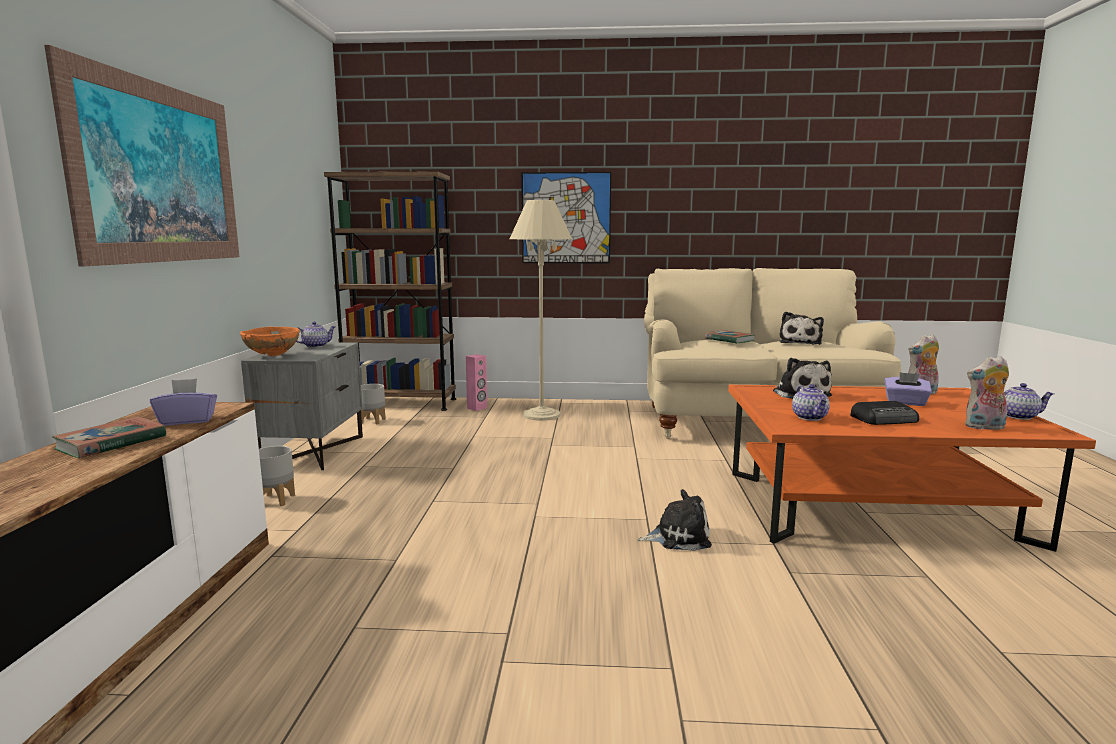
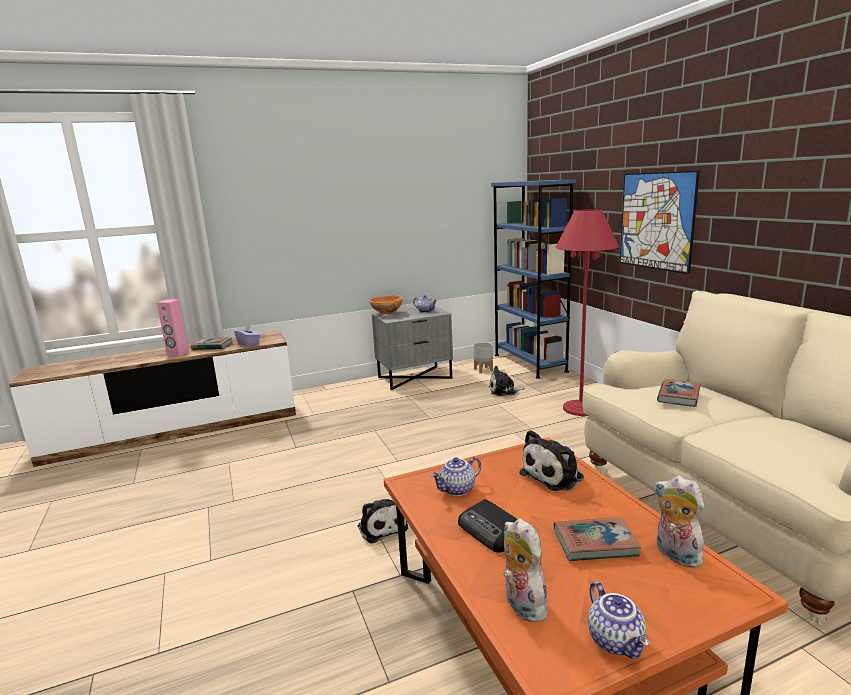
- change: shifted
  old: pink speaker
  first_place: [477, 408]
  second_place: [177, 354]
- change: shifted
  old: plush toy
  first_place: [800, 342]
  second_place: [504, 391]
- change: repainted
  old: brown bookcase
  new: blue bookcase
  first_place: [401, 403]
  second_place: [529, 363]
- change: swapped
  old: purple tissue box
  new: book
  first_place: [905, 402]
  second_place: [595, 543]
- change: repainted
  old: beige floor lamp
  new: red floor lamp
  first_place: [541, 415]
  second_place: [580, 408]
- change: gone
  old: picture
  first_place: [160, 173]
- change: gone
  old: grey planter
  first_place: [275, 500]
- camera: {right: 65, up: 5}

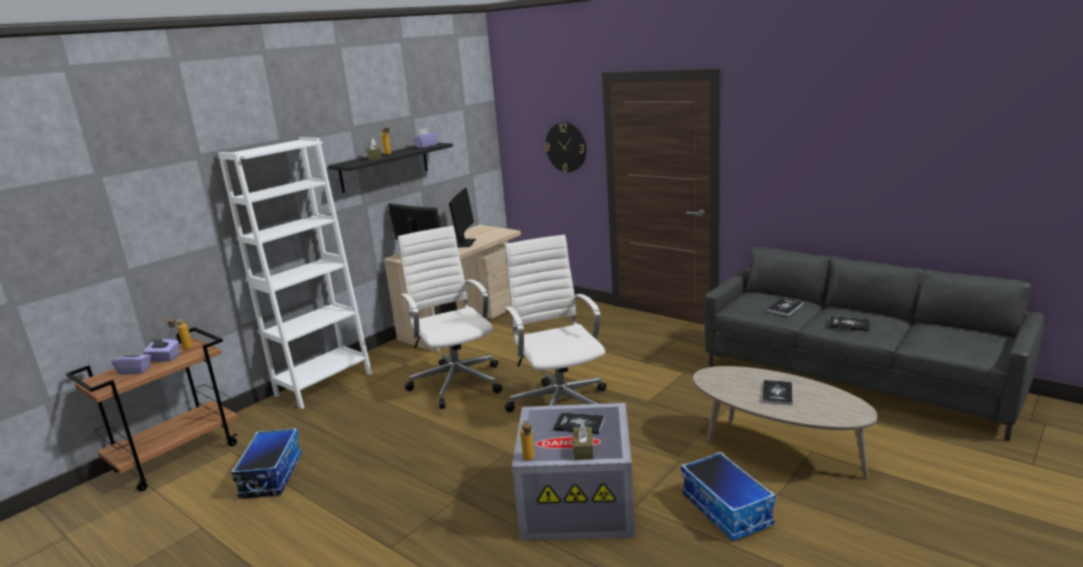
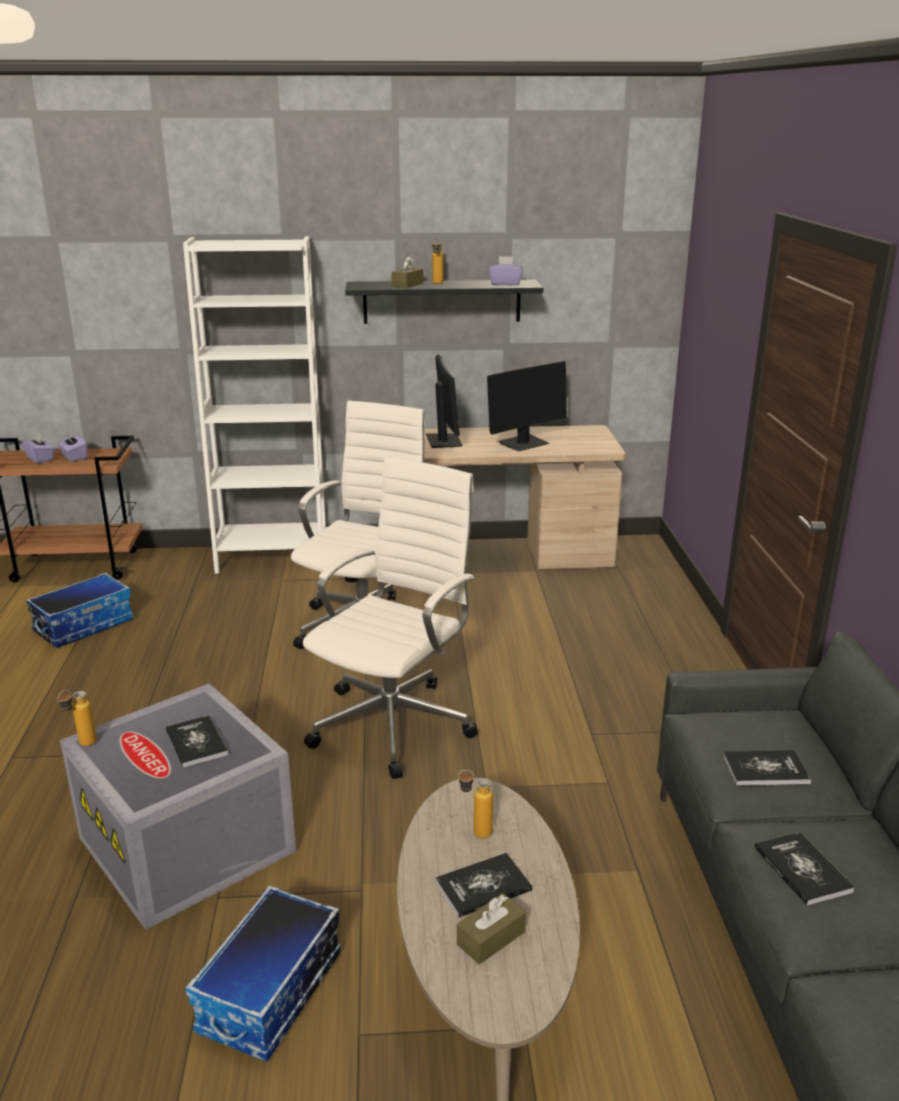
- change: shifted
  old: brown tissue box
  first_place: [583, 449]
  second_place: [491, 938]
- change: shifted
  old: bottle
  first_place: [184, 349]
  second_place: [474, 832]
- change: gone
  old: wall clock
  first_place: [566, 147]
- camera: {right: 45, up: 5}

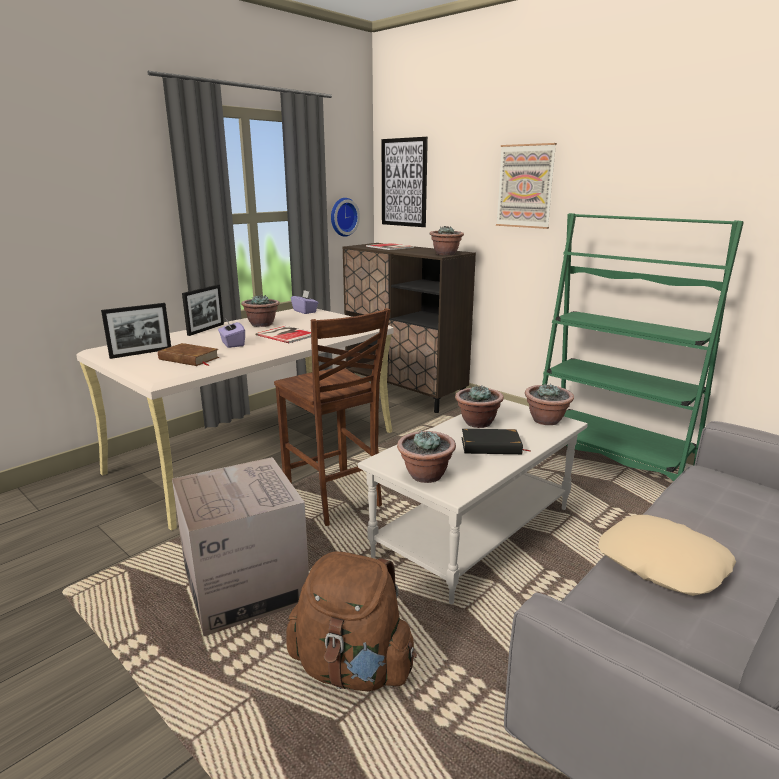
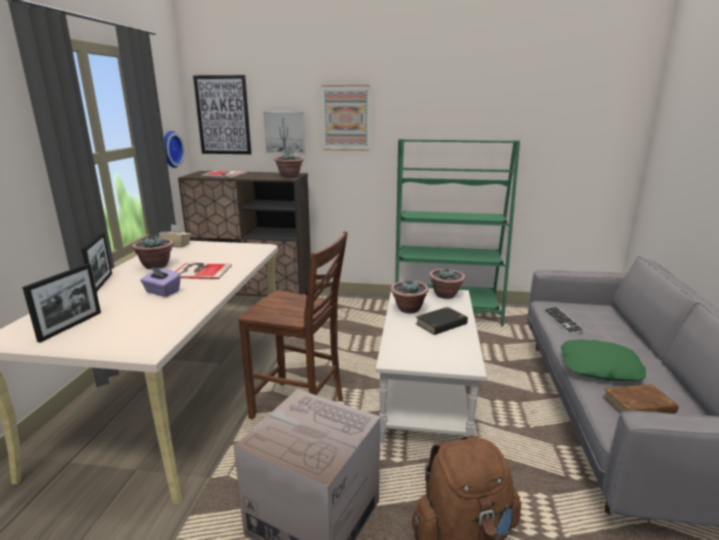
- change: repainted
  old: purple tissue box
  new: beige tissue box
  first_place: [305, 311]
  second_place: [176, 245]
- change: new
  new: picture
  second_place: [285, 132]
- change: new
  new: keyboard
  second_place: [562, 321]
- change: repainted
  old: beige pillow
  new: green pillow
  first_place: [662, 564]
  second_place: [599, 368]
- change: shifted
  old: brown book
  first_place: [189, 359]
  second_place: [638, 405]
- change: gone
  old: potted plant
  first_place: [425, 475]
- camera: {right: -35, up: 0}

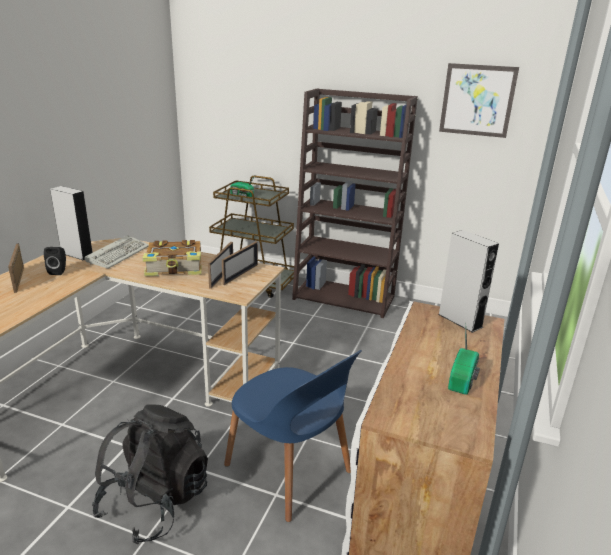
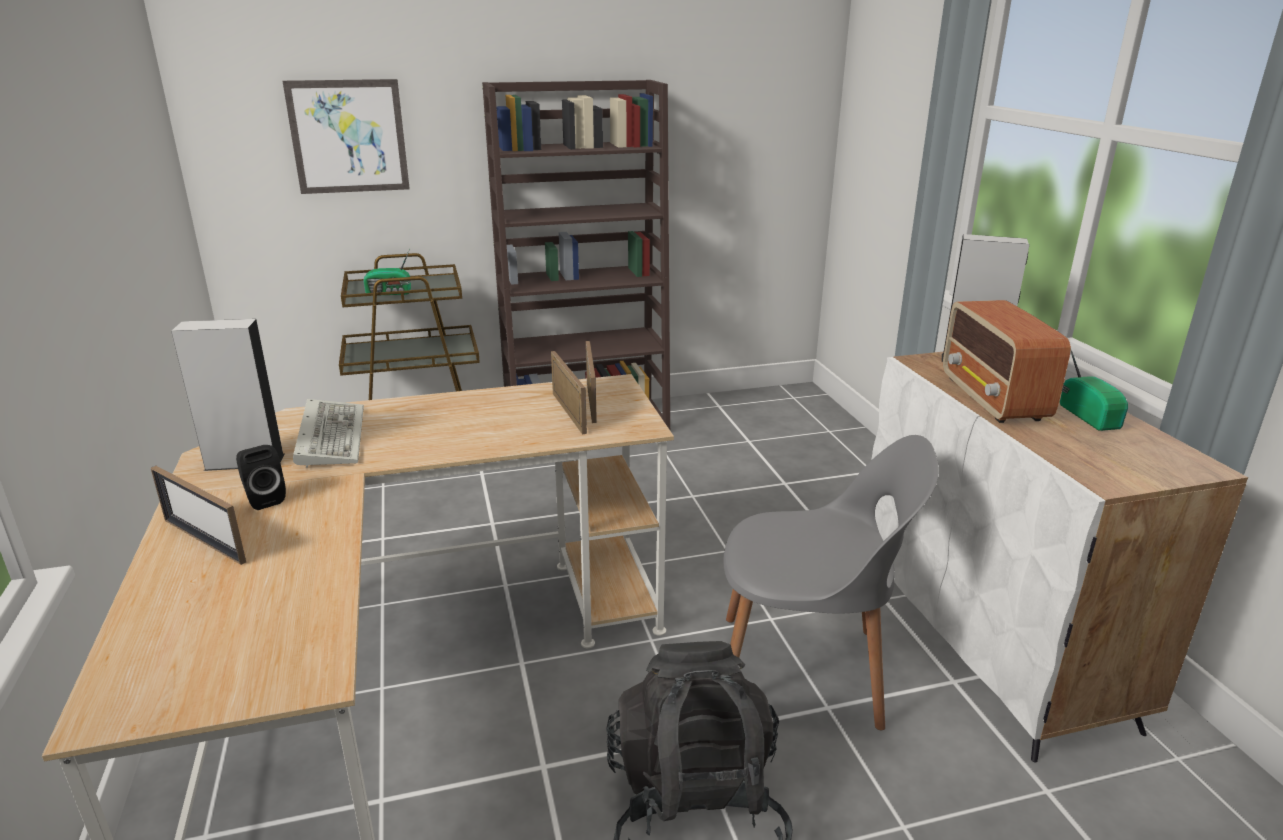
- change: shifted
  old: picture
  first_place: [477, 100]
  second_place: [348, 137]
- change: repainted
  old: blue chair
  new: grey chair
  first_place: [290, 471]
  second_place: [806, 670]
- change: new
  new: radio
  second_place: [993, 399]
- change: gone
  old: book
  first_place: [175, 267]
- camera: {right: -35, up: 0}

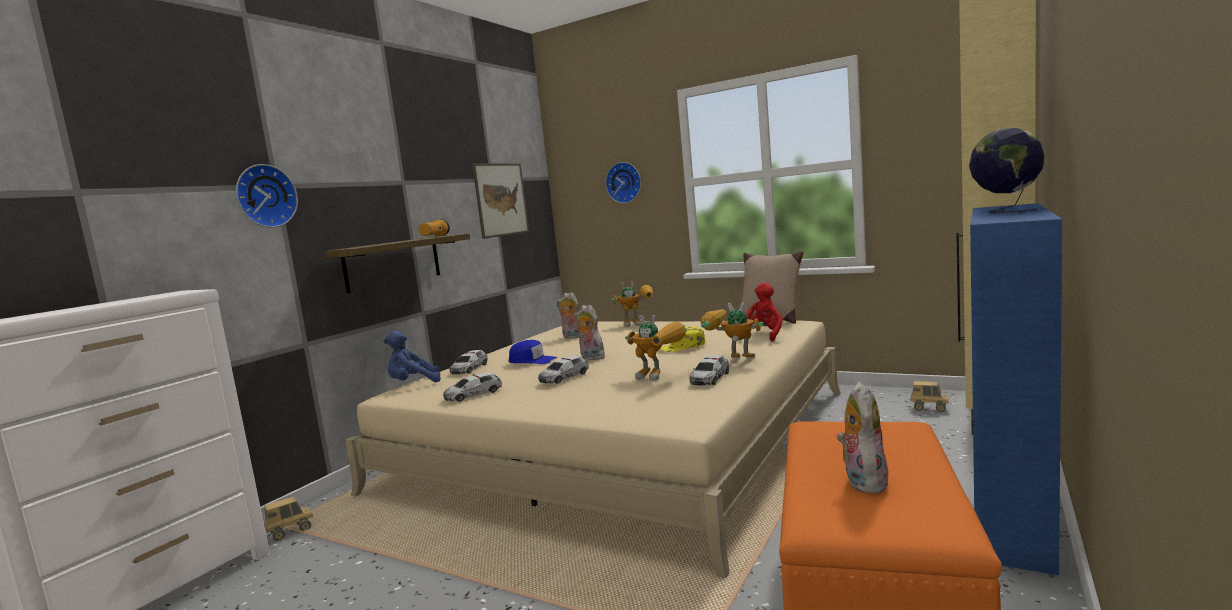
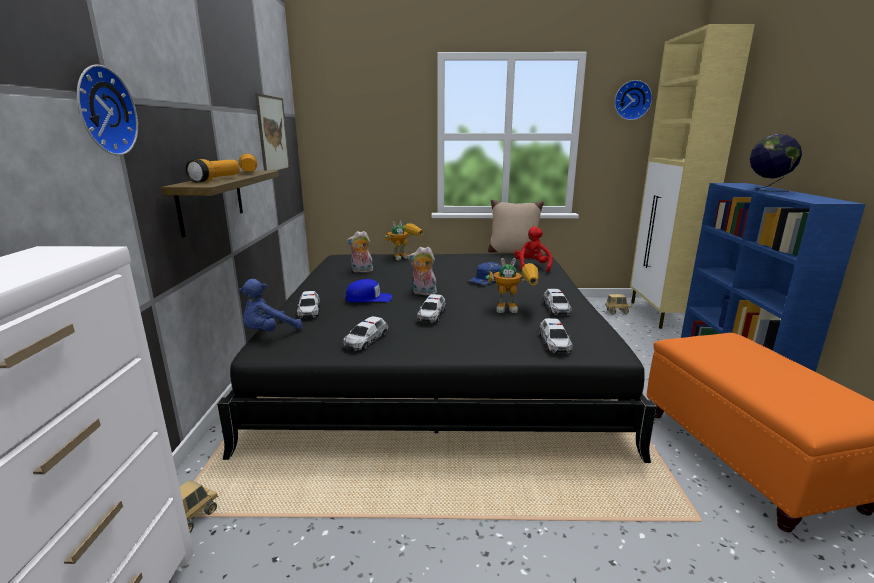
- change: new
  new: flashlight
  second_place: [216, 179]
- change: repainted
  old: beige bed
  new: black bed
  first_place: [621, 439]
  second_place: [437, 358]
- change: repainted
  old: yellow cap
  new: blue cap
  first_place: [682, 346]
  second_place: [486, 279]
- change: new
  new: toy car
  second_place: [554, 342]
- change: shifted
  old: wall clock
  first_place: [624, 182]
  second_place: [632, 100]
- change: gone
  old: toy robot
  first_place: [730, 360]
- change: gone
  old: plush toy
  first_place: [862, 481]
- camera: {right: -30, up: 10}

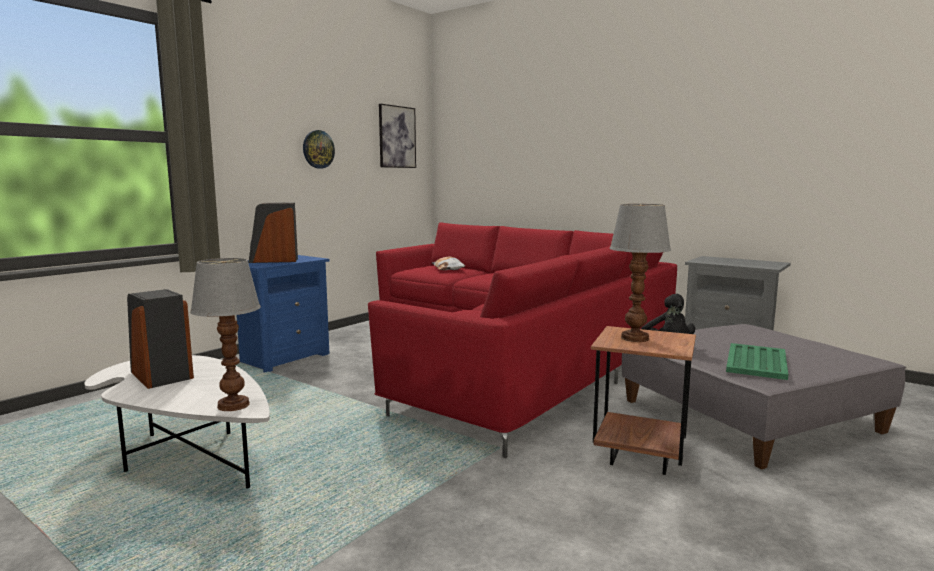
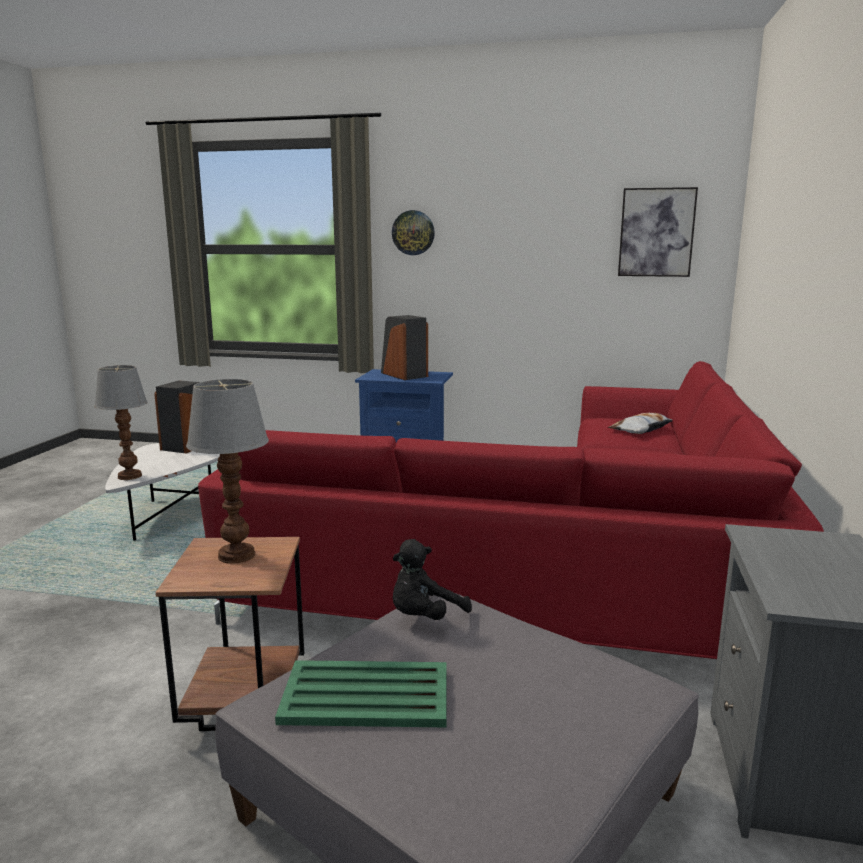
- change: shifted
  old: wall clock
  first_place: [318, 149]
  second_place: [413, 232]
- camera: {right: 65, up: 5}

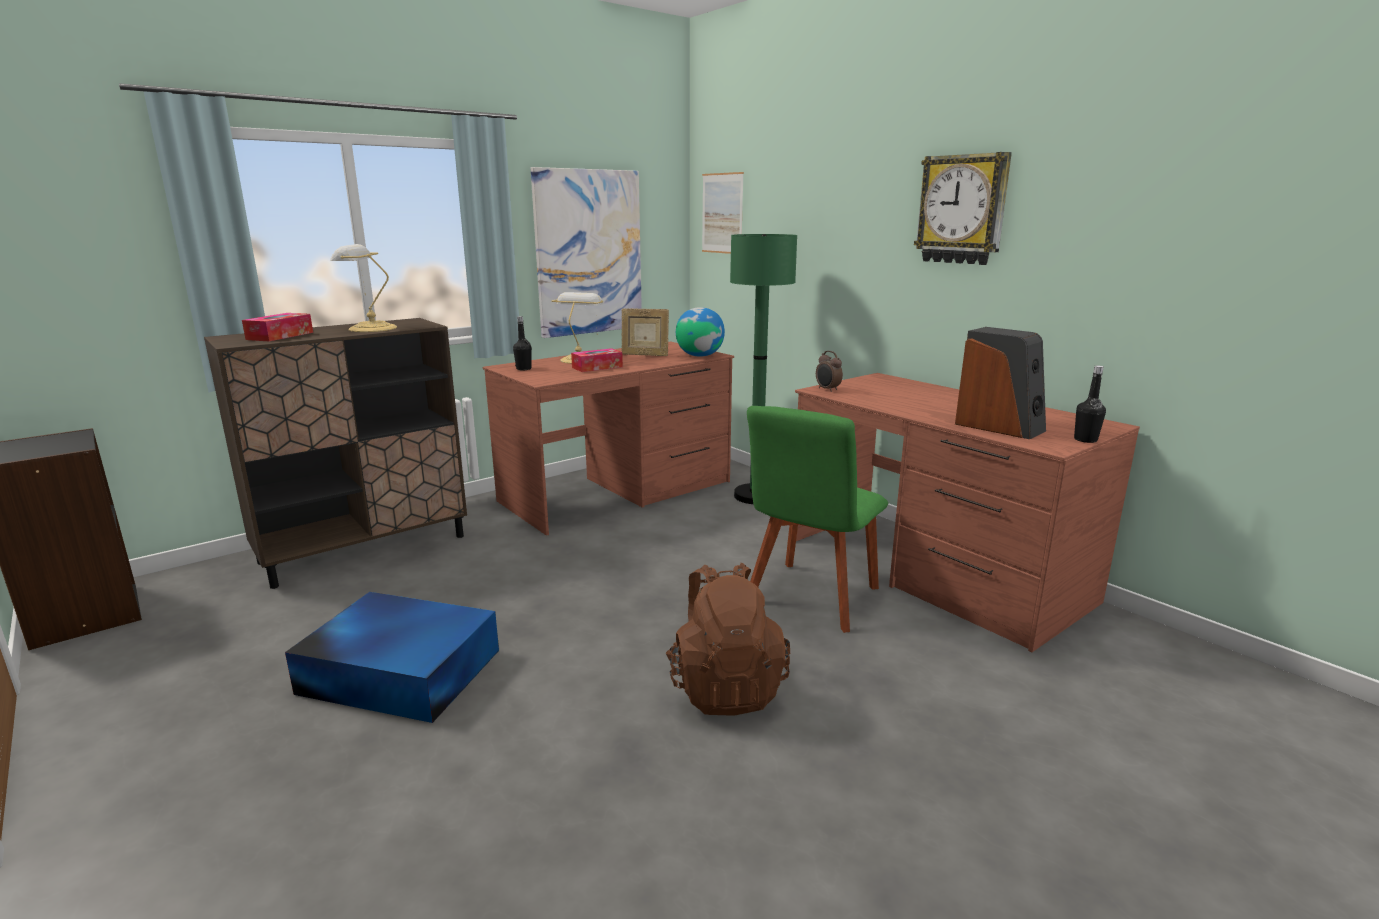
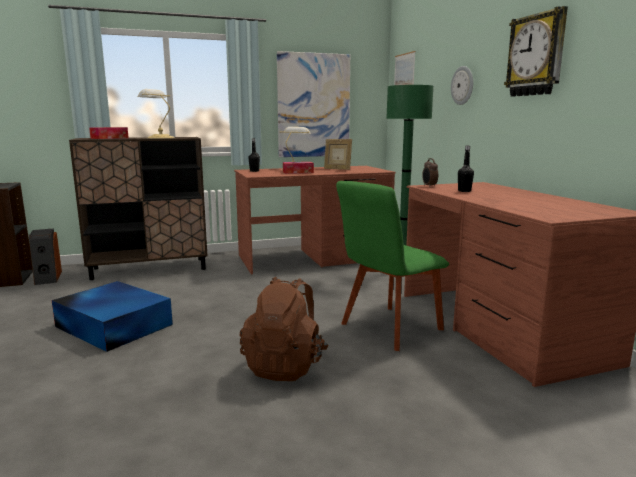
- change: shifted
  old: speaker
  first_place: [999, 427]
  second_place: [47, 278]
- change: new
  new: wall clock
  second_place: [462, 85]
- change: shifted
  old: black bottle
  first_place: [1085, 440]
  second_place: [464, 191]
- change: gone
  old: globe
  first_place: [699, 356]
- camera: {right: 20, up: -5}

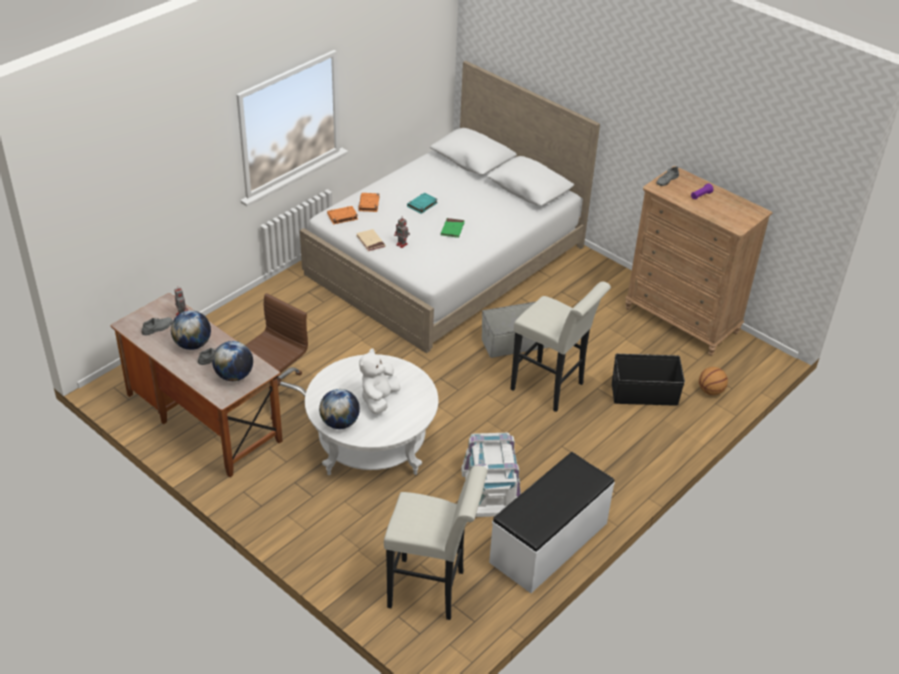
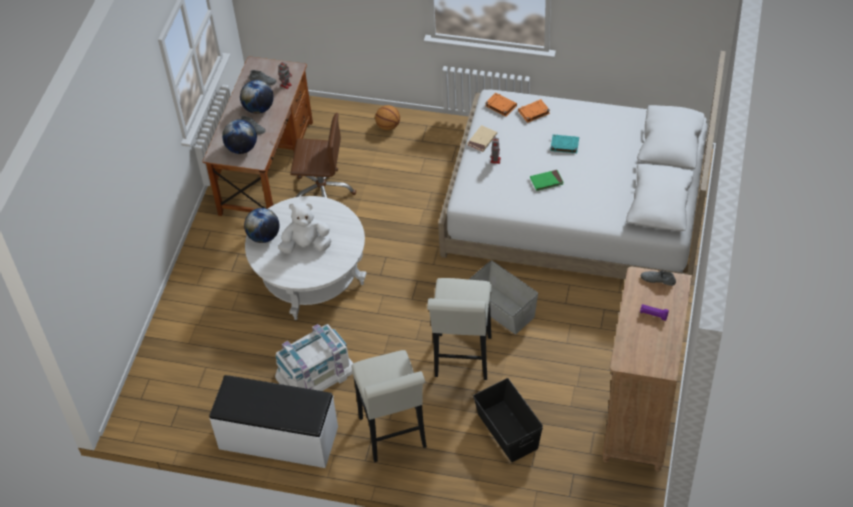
- change: shifted
  old: white stool
  first_place: [432, 590]
  second_place: [394, 437]
- change: shifted
  old: basketball
  first_place: [710, 391]
  second_place: [388, 126]
- camera: {right: 65, up: 10}

